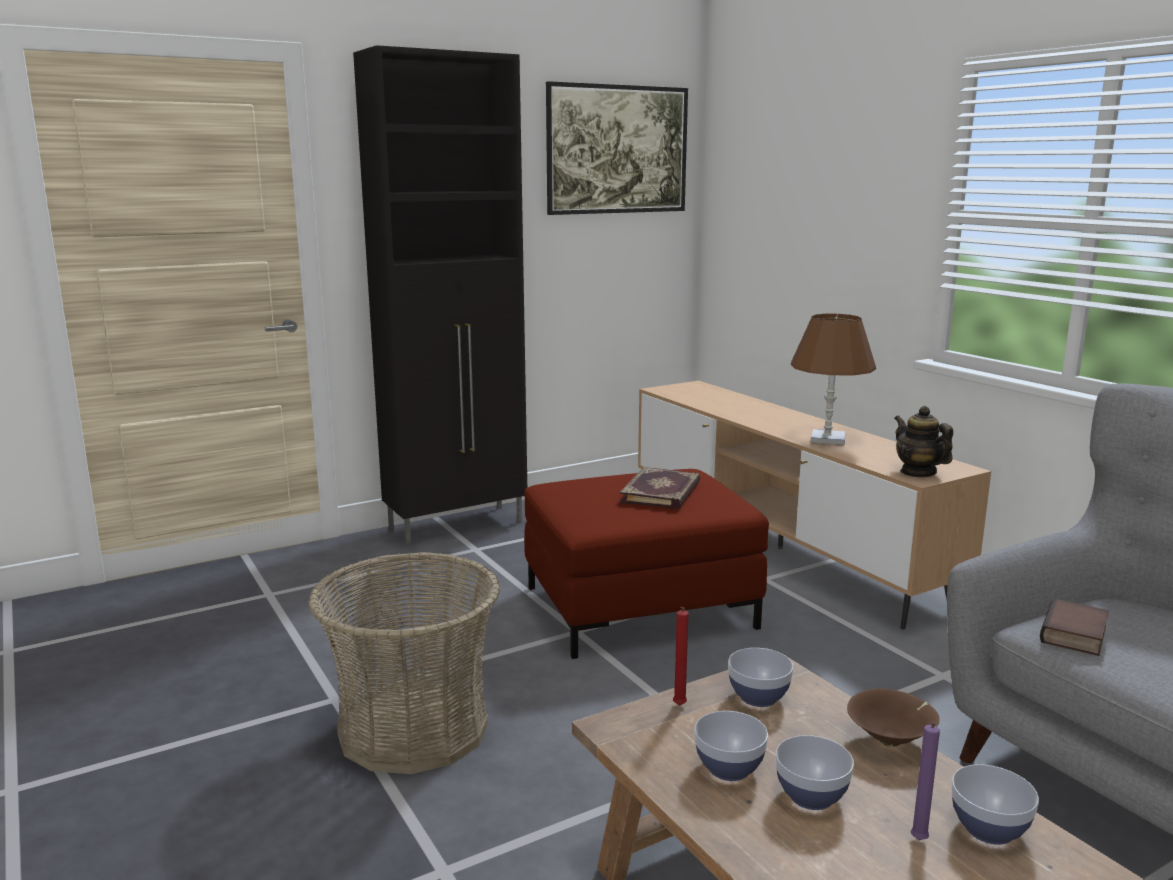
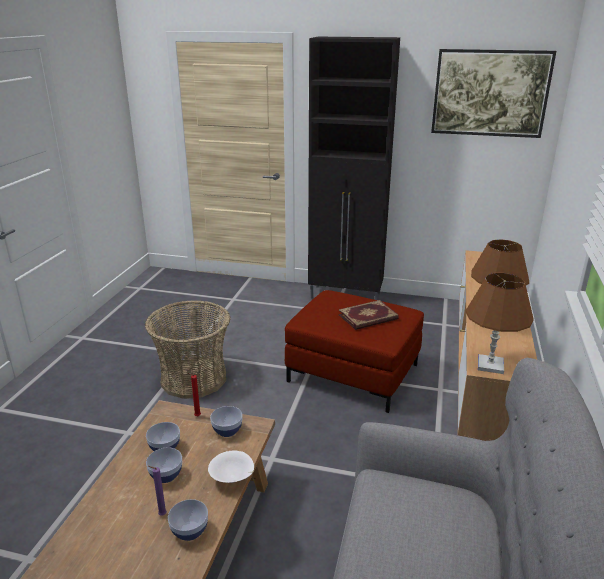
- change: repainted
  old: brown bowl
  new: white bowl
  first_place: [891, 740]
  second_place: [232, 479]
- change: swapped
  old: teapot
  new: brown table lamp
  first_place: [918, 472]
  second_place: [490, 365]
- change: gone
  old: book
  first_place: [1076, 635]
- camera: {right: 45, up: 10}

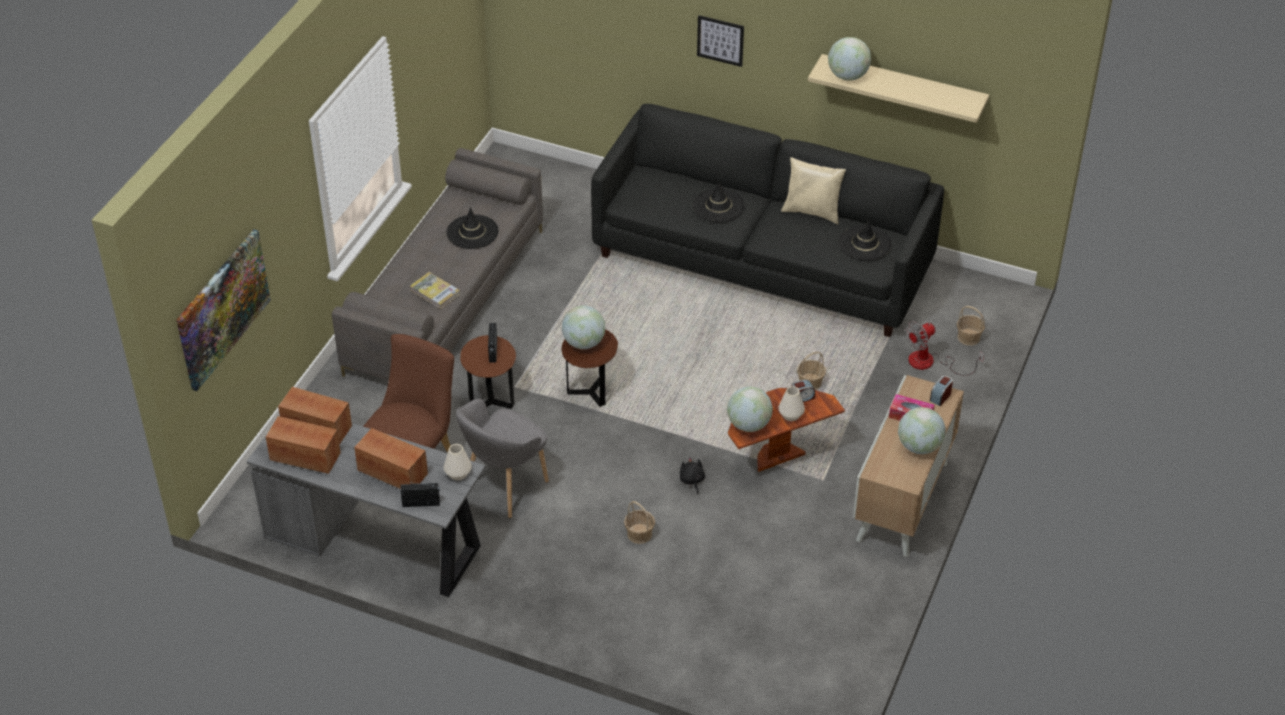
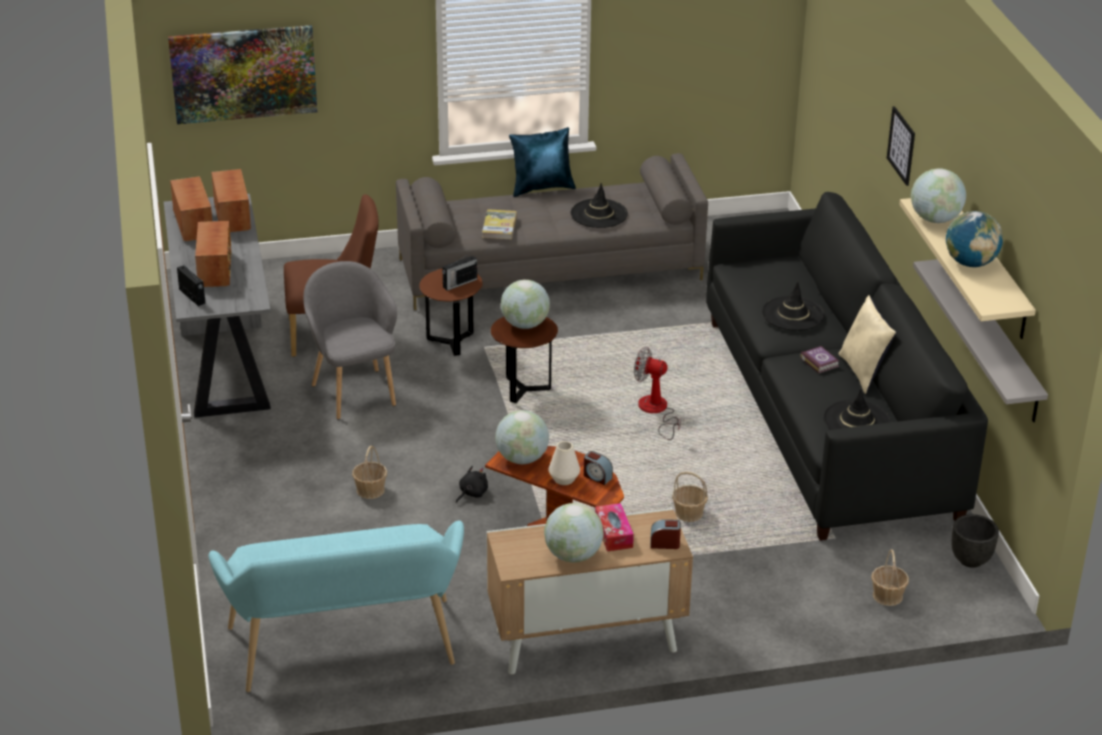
- change: new
  new: turquoise bench
  second_place: [345, 652]
- change: rotated
  old: grey armchair
  first_place: [504, 487]
  second_place: [354, 392]
  degrees: 60
- change: new
  new: blue pillow
  second_place: [542, 188]
- change: shifted
  old: fan
  first_place: [930, 363]
  second_place: [656, 412]
- change: new
  new: book
  second_place: [819, 362]
- change: new
  new: grey shelf
  second_place: [994, 341]
- change: new
  new: globe
  second_place: [970, 263]
- change: new
  new: black planter
  second_place: [971, 560]
- change: gone
  old: white vase
  first_place: [458, 473]
- camera: {right: 55, up: -10}

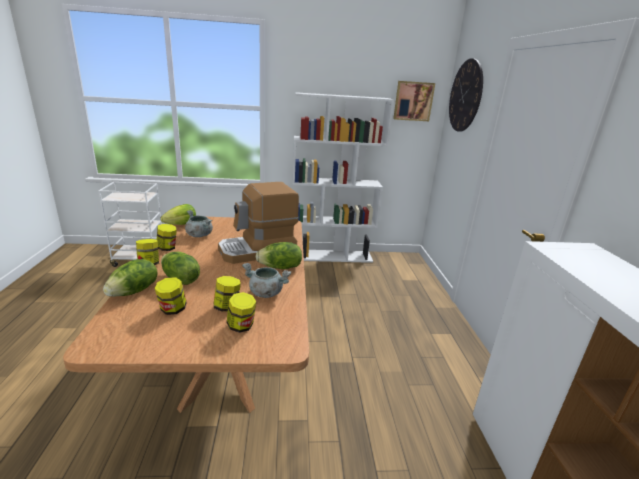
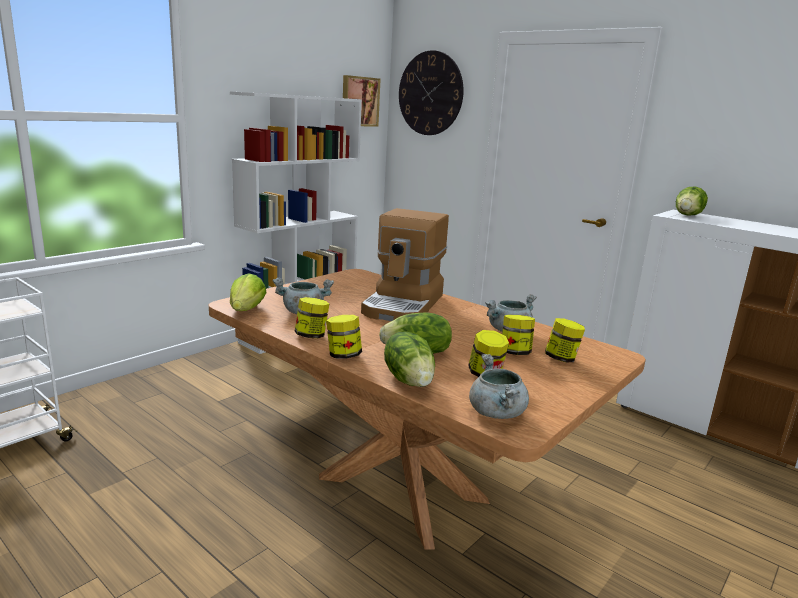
- change: new
  new: grey cooking pot
  second_place: [497, 413]
- change: shifted
  old: lettuce
  first_place: [280, 267]
  second_place: [688, 215]
- camera: {right: -45, up: -5}

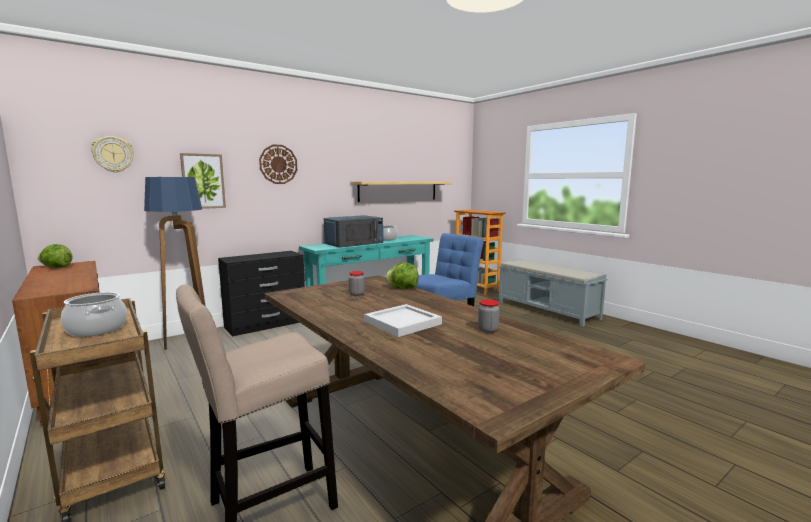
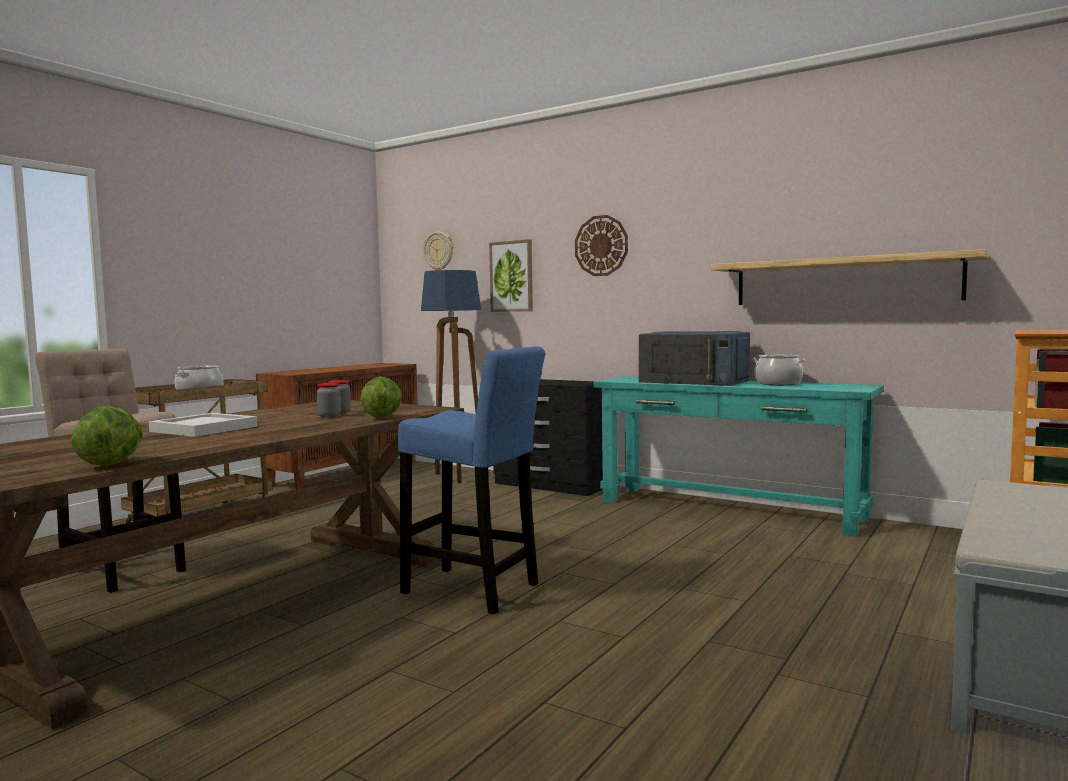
- change: shifted
  old: lettuce
  first_place: [56, 267]
  second_place: [110, 464]
- change: shifted
  old: jar
  first_place: [488, 330]
  second_place: [329, 416]
- camera: {right: 70, up: -5}

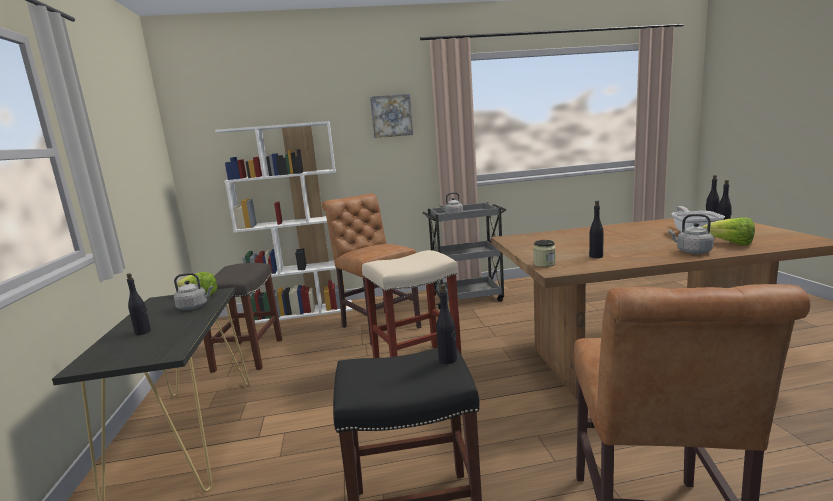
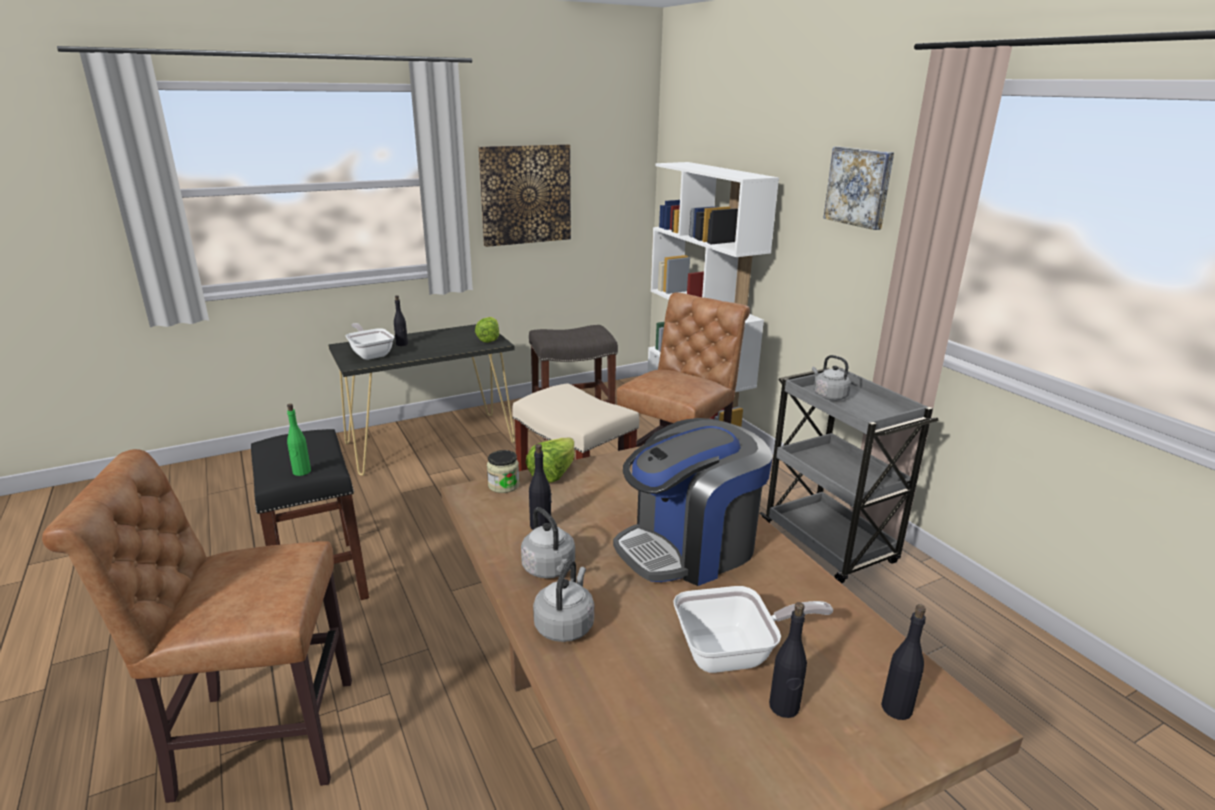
- change: repainted
  old: black bottle
  new: green bottle
  first_place: [448, 359]
  second_place: [301, 472]
- change: new
  new: frying pan
  second_place: [371, 354]
- change: new
  new: picture
  second_place: [525, 194]
- change: shifted
  old: grey kettle
  first_place: [194, 307]
  second_place: [550, 569]
- change: shifted
  old: lettuce
  first_place: [730, 244]
  second_place: [553, 474]
- change: new
  new: coffee machine
  second_place: [689, 547]
- camera: {right: 70, up: 10}

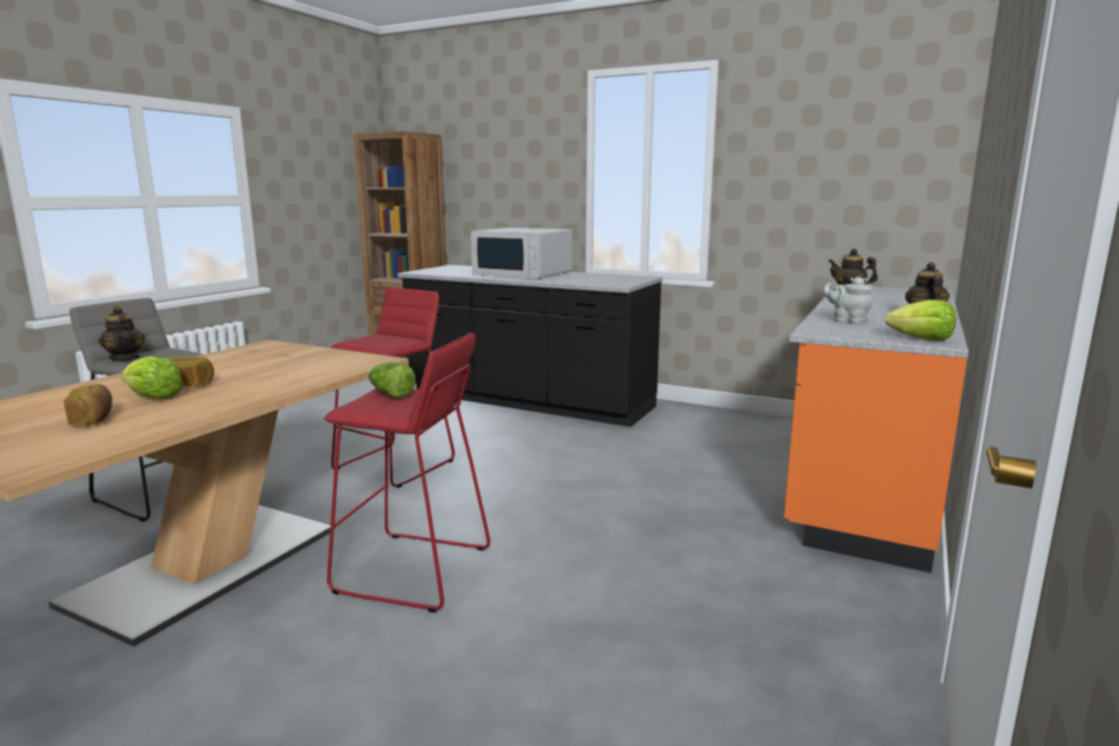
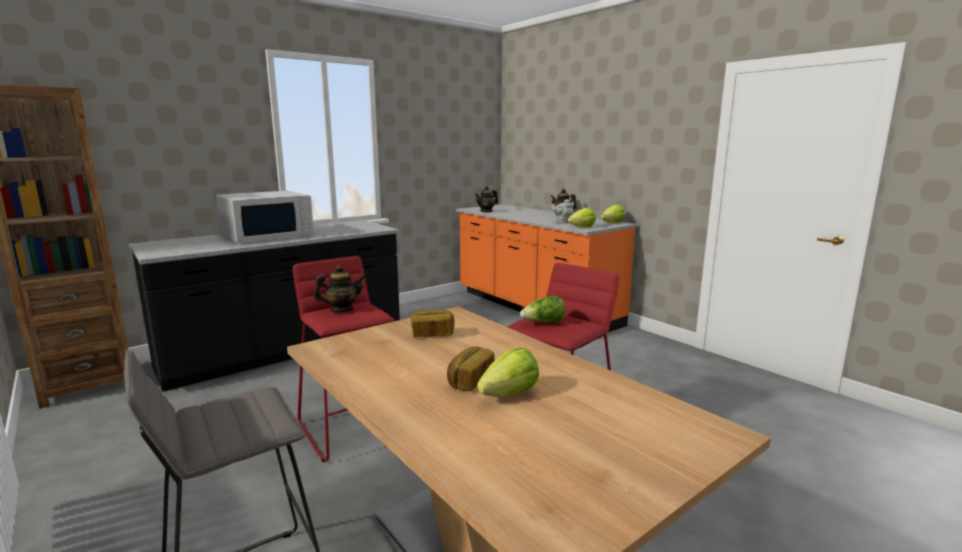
- change: shifted
  old: teapot
  first_place: [125, 358]
  second_place: [341, 309]
- change: shifted
  old: bread
  first_place: [93, 419]
  second_place: [432, 334]
- change: new
  new: lettuce
  second_place: [582, 227]
- camera: {right: -65, up: 0}

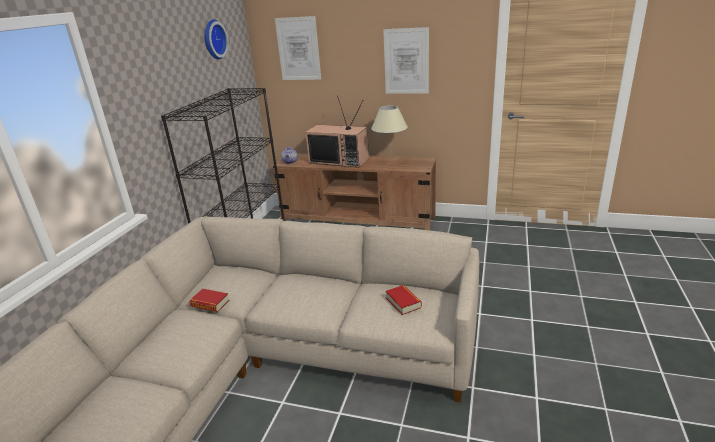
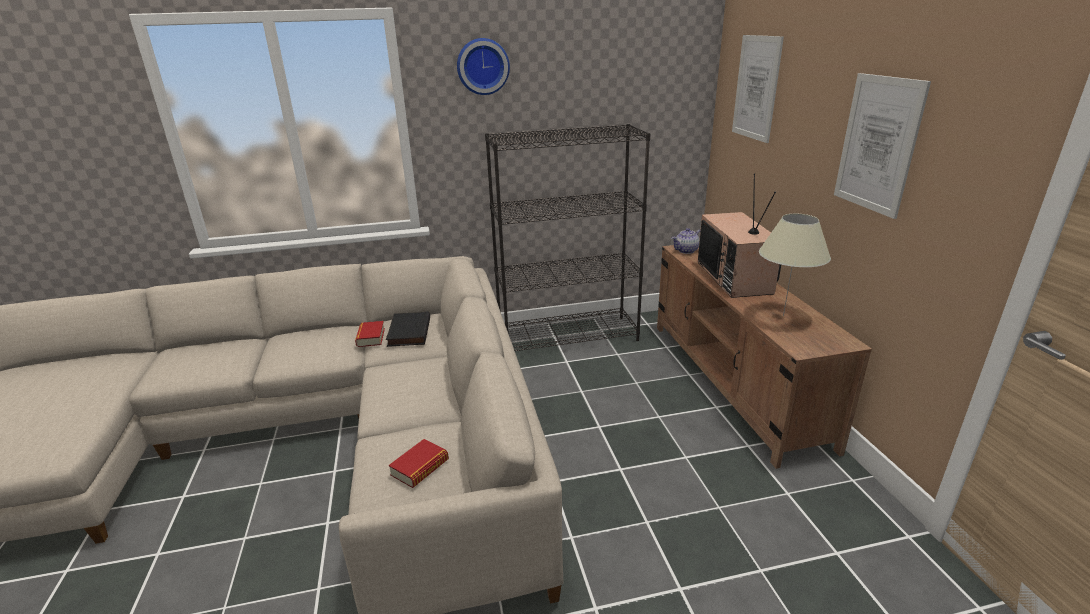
- change: new
  new: black book
  second_place: [408, 332]
- change: shifted
  old: wall clock
  first_place: [213, 39]
  second_place: [482, 66]
- camera: {right: 60, up: 0}

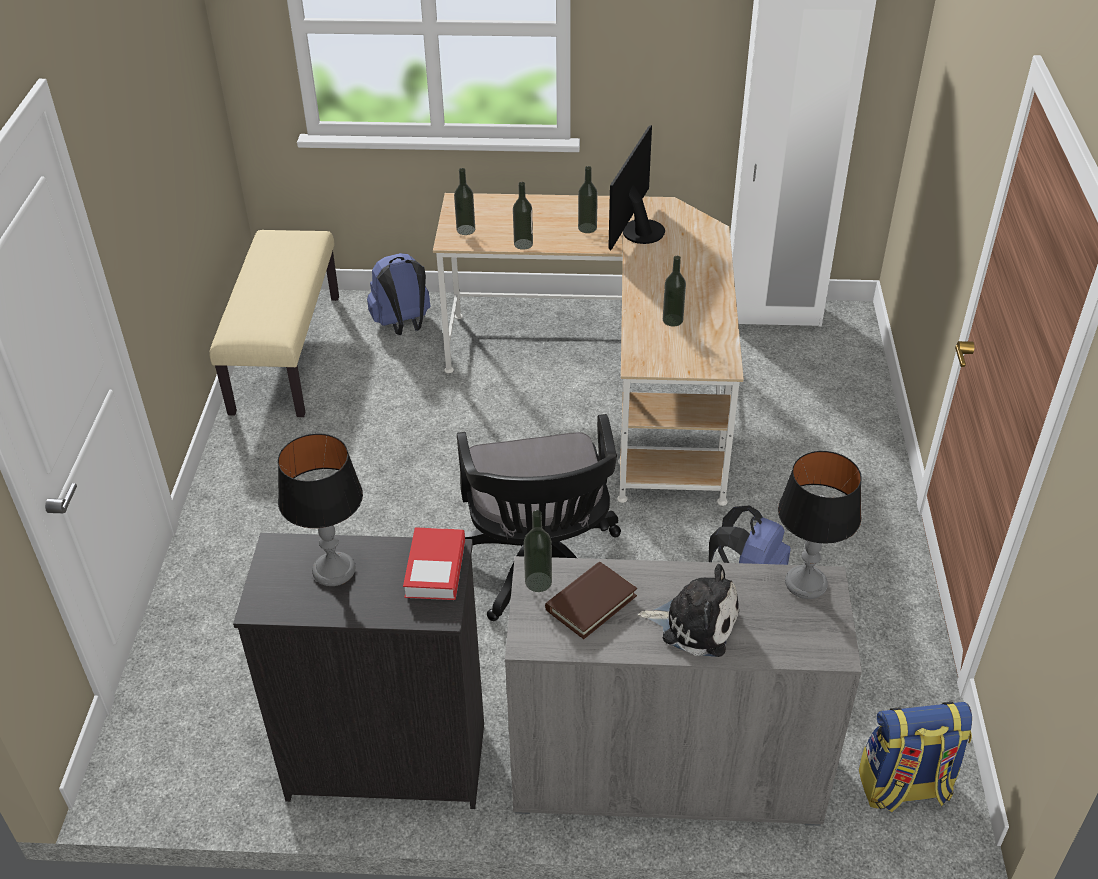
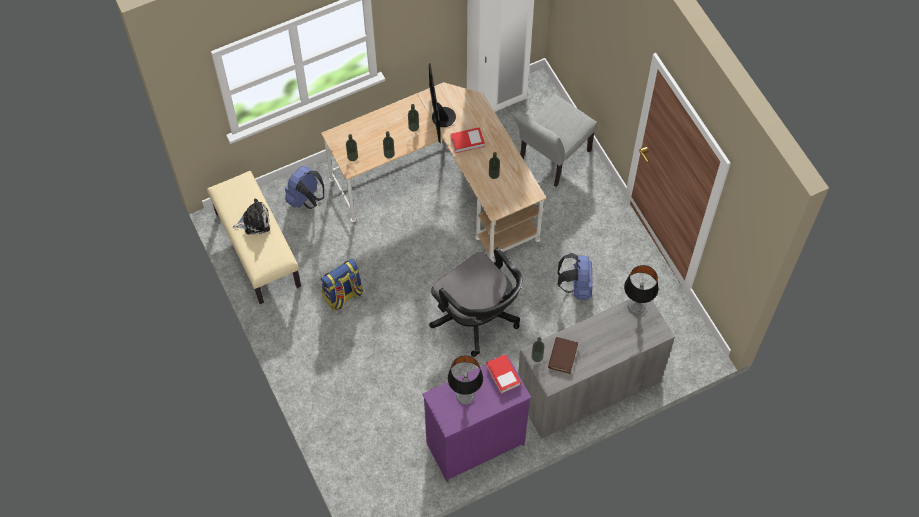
- change: shifted
  old: plush toy
  first_place: [695, 623]
  second_place: [254, 221]
- change: shifted
  old: backpack
  first_place: [904, 787]
  second_place: [343, 295]
- change: repainted
  old: black dresser
  new: purple dresser
  first_place: [385, 760]
  second_place: [474, 443]
- change: new
  new: book
  second_place: [467, 141]
- change: new
  new: grey chair
  second_place: [550, 159]
- camera: {right: -30, up: 20}

